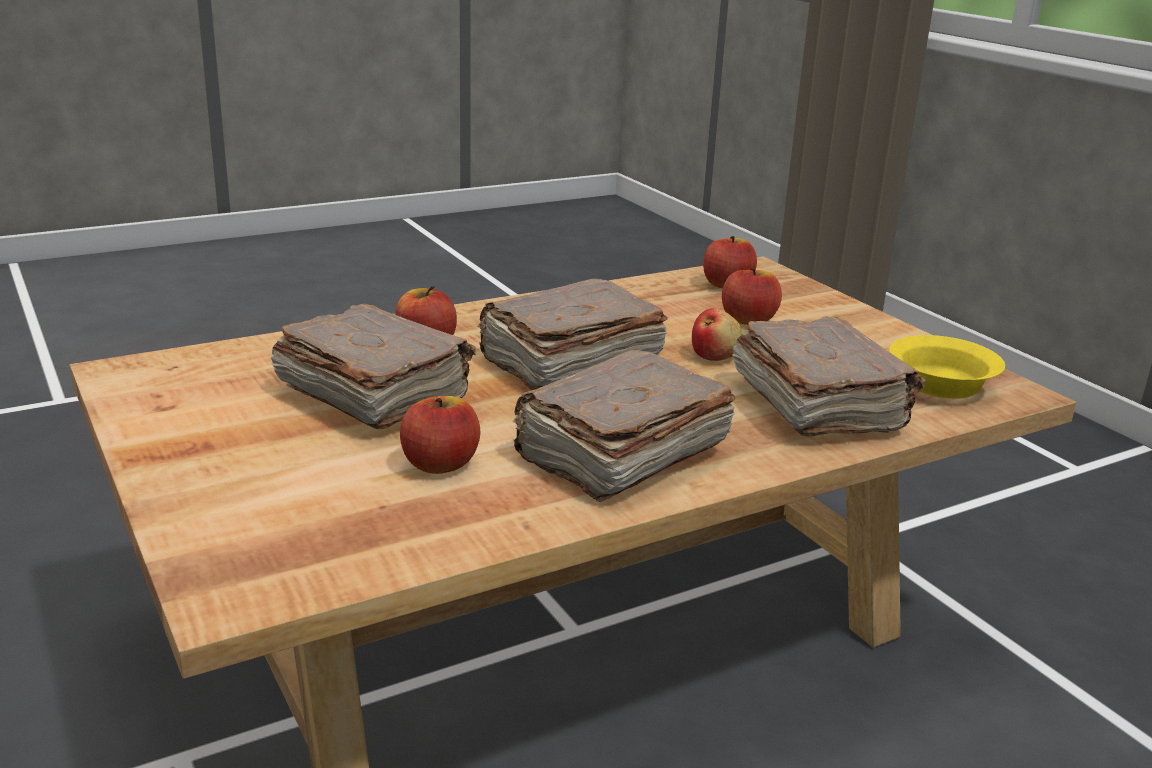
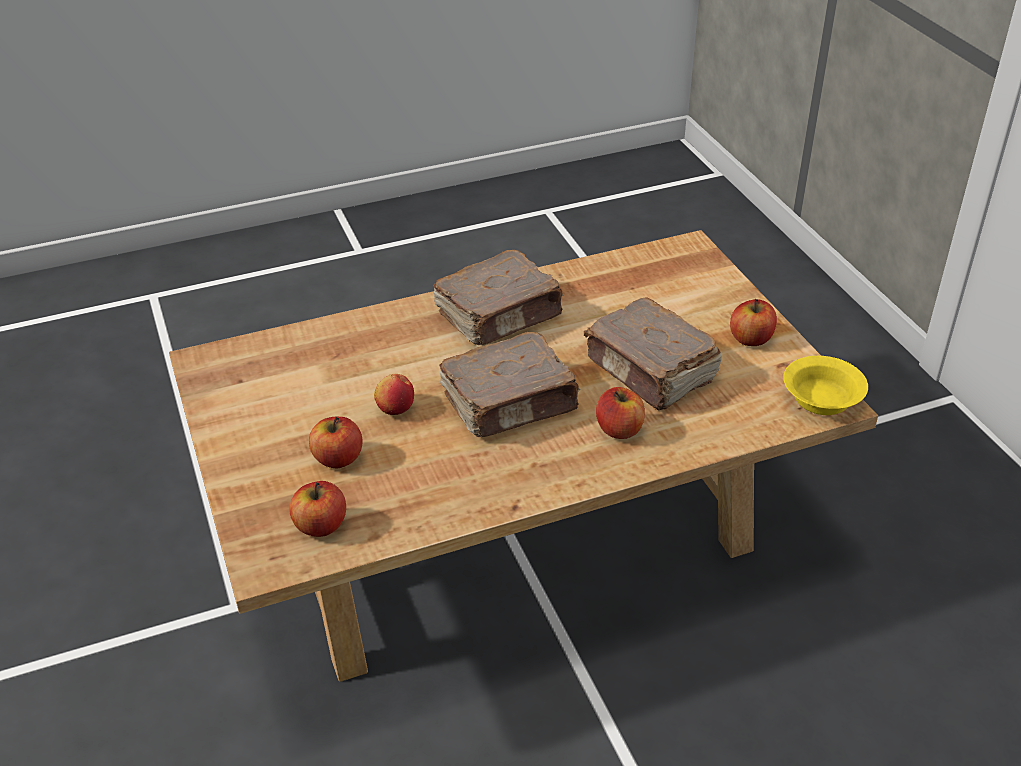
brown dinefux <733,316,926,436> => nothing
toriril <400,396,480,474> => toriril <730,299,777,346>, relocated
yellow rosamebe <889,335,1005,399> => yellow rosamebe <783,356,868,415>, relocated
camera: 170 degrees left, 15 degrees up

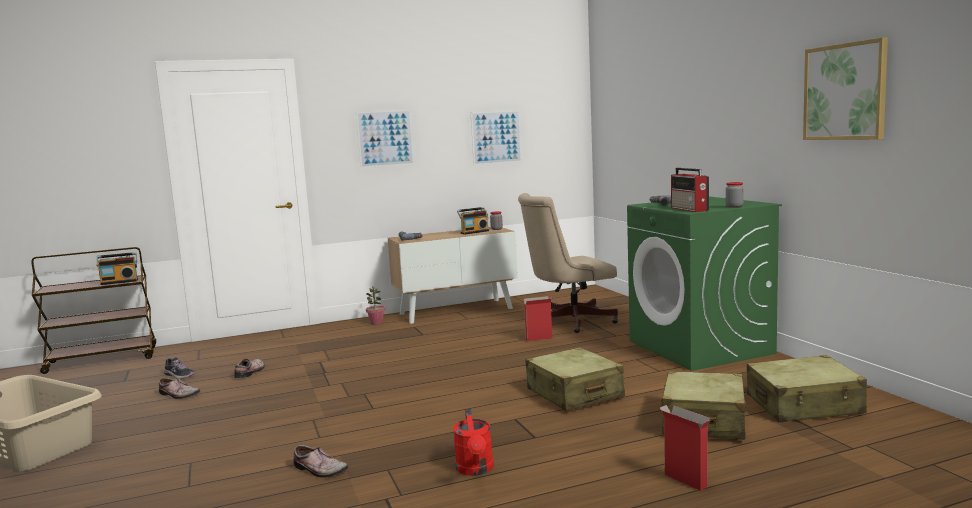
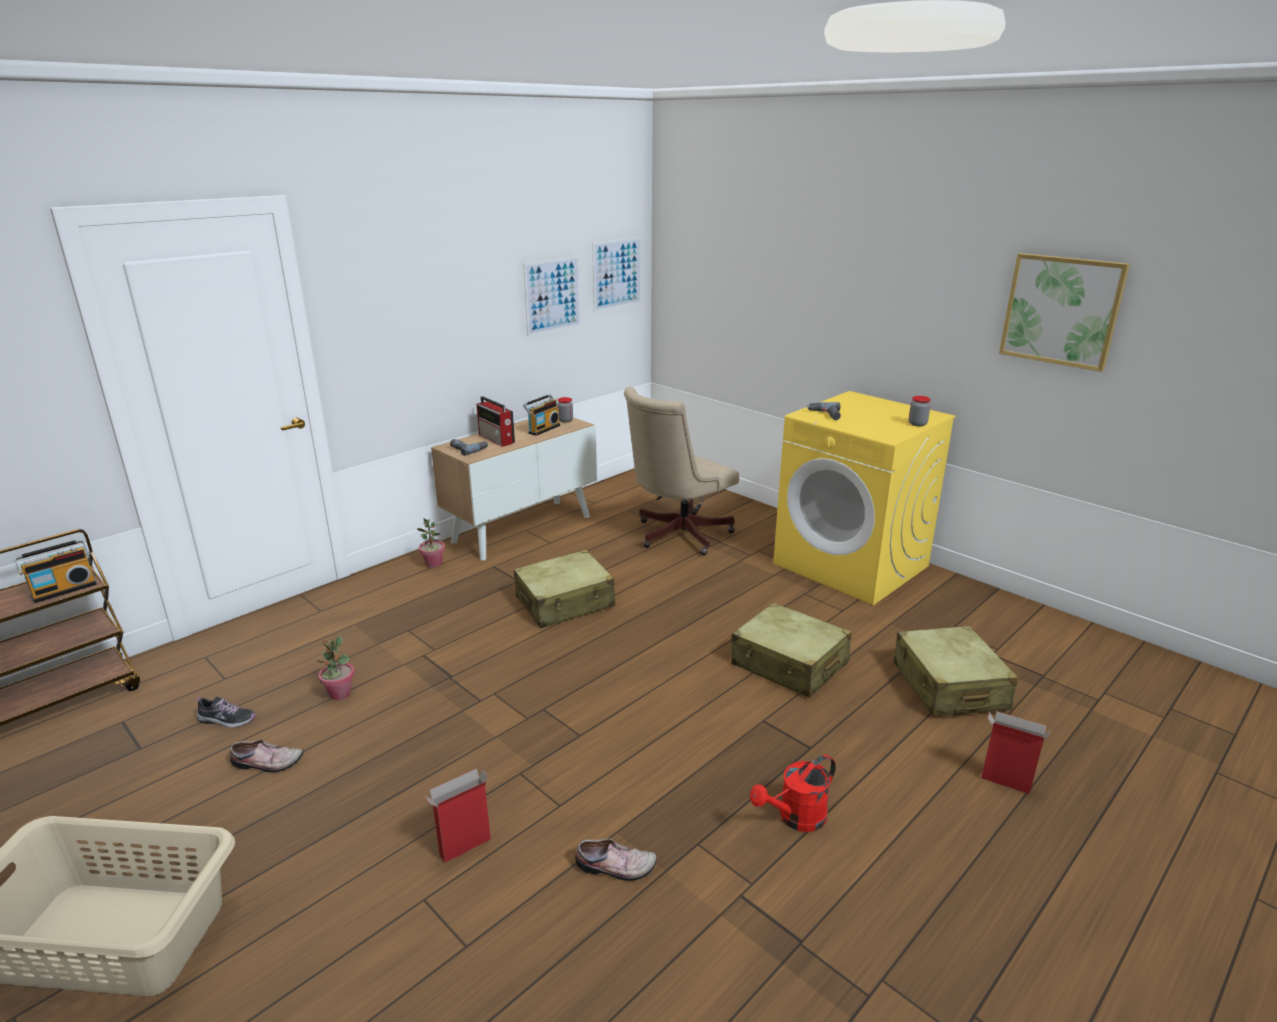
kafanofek <356,109,415,168> => kafanofek <592,237,641,312>, relocated
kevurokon <521,296,553,341> => kevurokon <425,768,491,863>, relocated
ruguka <671,168,709,212> => ruguka <476,396,515,447>, relocated
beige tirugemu <747,355,867,423> => beige tirugemu <514,549,615,628>, relocated
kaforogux <234,358,265,378> => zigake <317,636,355,700>
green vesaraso <627,197,782,371> => yellow vesaraso <773,391,956,605>
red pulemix <453,408,494,476> => red pulemix <750,755,836,832>, 90 degrees clockwise
camera: 25 degrees left, 15 degrees up

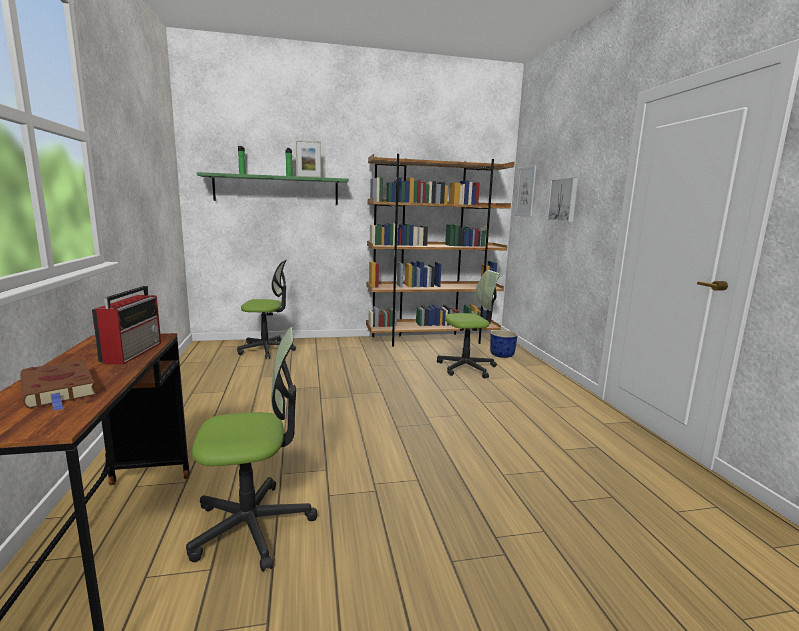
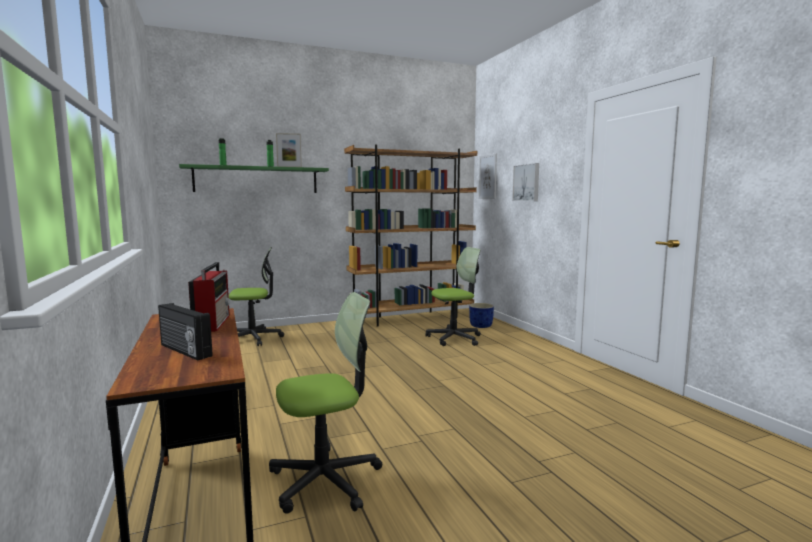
brown dinefux <20,359,96,411> => ruguka <158,303,213,360>
camera: 10 degrees left, 5 degrees down

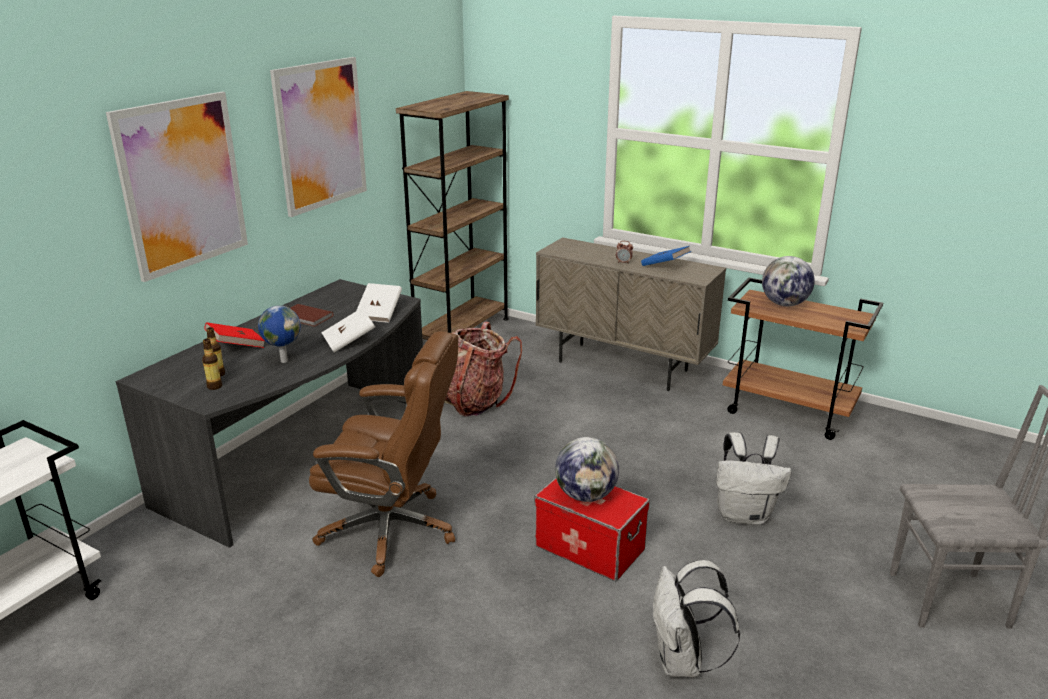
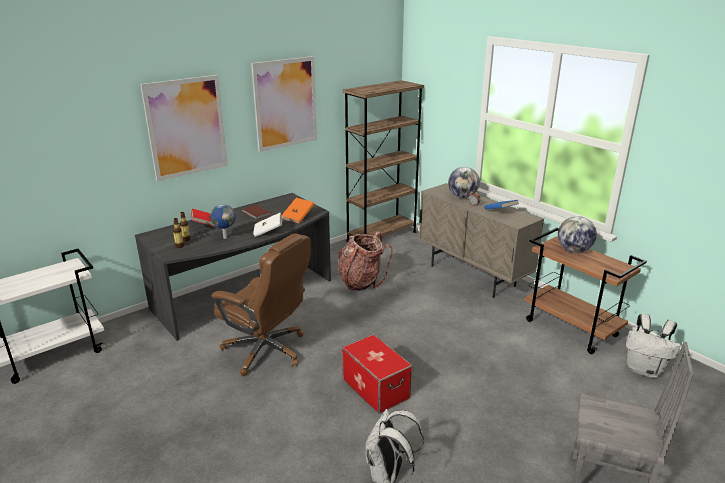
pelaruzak <555,437,619,502> => pelaruzak <448,167,480,198>, relocated
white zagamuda <716,432,791,525> => white zagamuda <626,314,680,378>, relocated
white dinefux <356,283,402,323> => orange dinefux <282,198,314,224>
camera: 20 degrees right, 0 degrees up

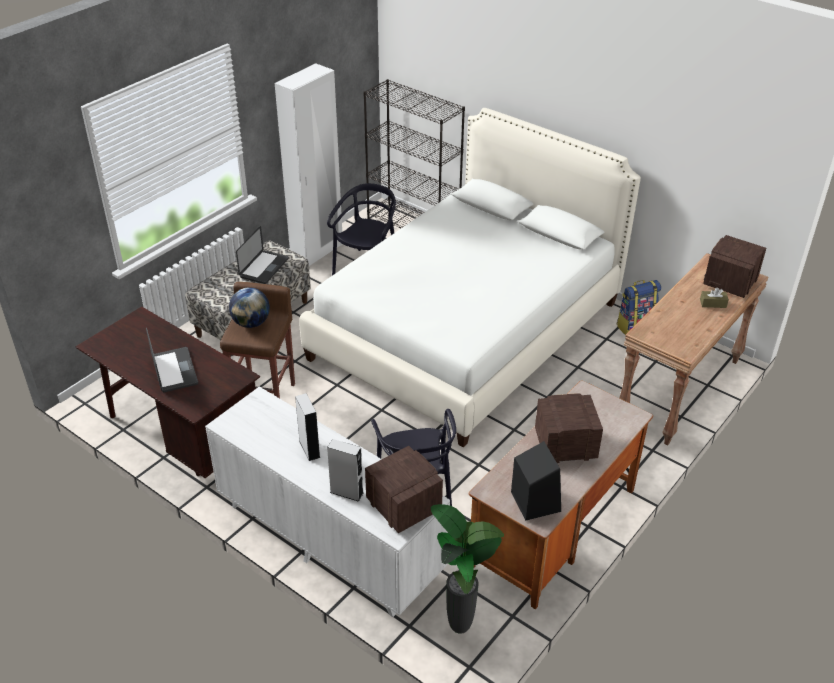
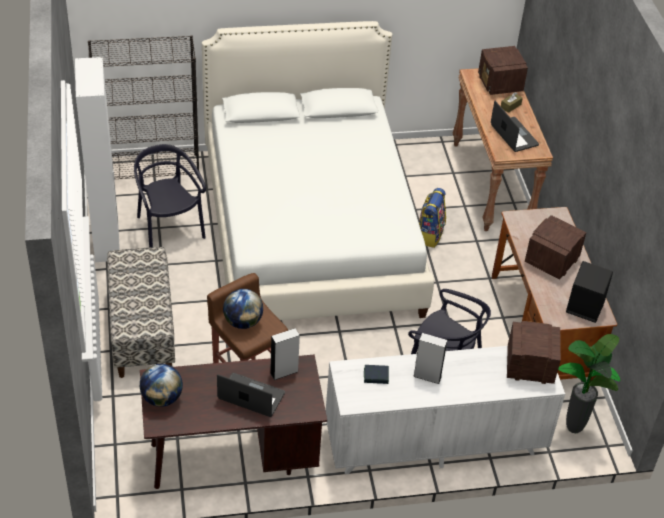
nothing => pelaruzak <140,364,183,407>
nothing => dinefux <364,365,389,384>
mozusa <236,226,289,284> => mozusa <491,101,539,152>, relocated
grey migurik <327,439,363,502> => grey migurik <270,328,300,380>, relocated
zagamuda <617,280,661,335> => zagamuda <419,188,446,248>, relocated
camera: 50 degrees left, 5 degrees up

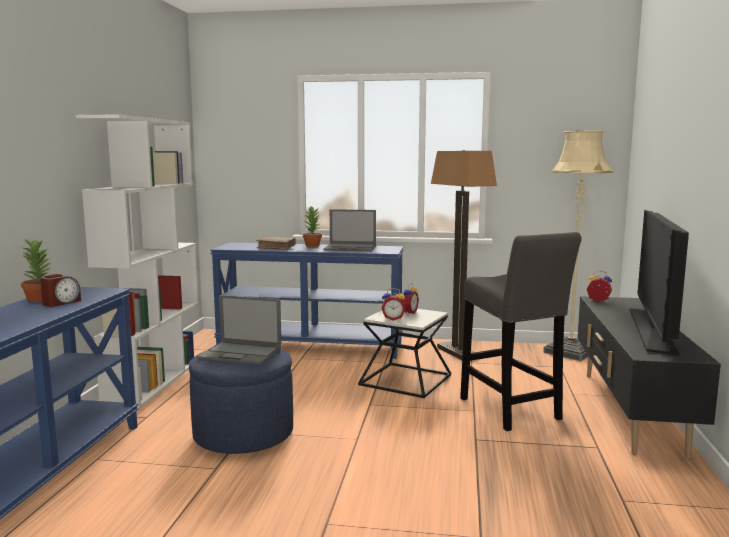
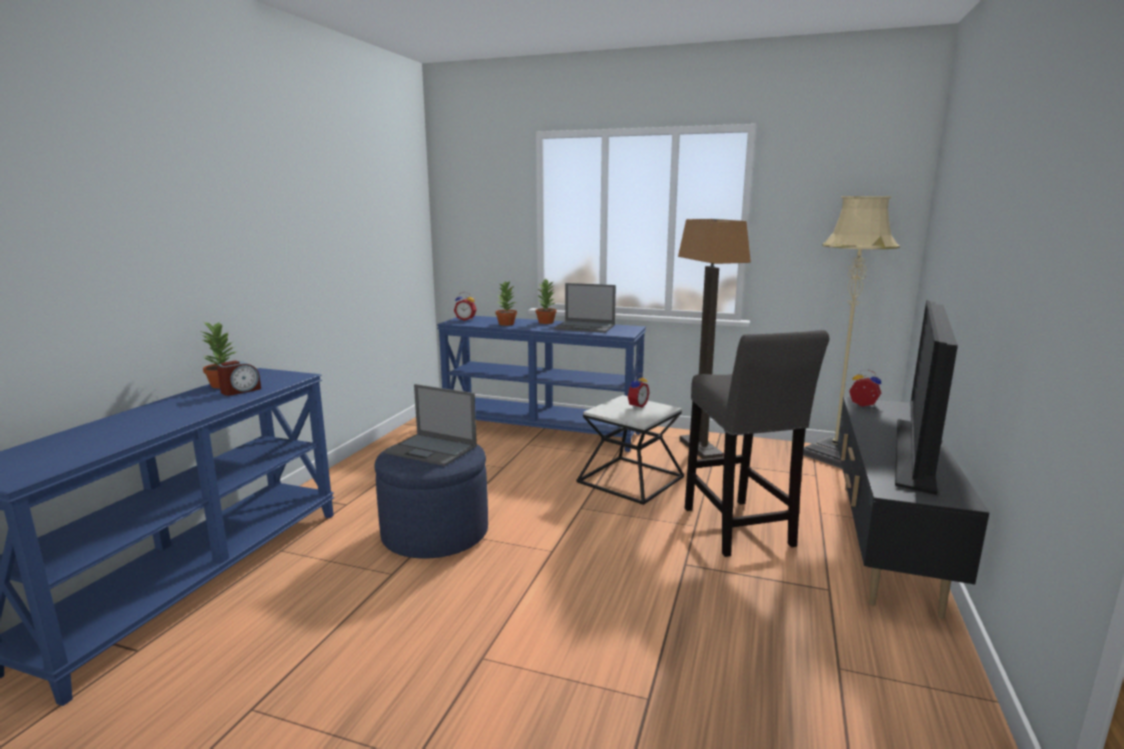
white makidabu <76,114,199,409> => nothing
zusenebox <381,288,406,321> => zusenebox <454,292,477,321>, relocated
brown dinefux <256,237,296,250> => zigake <496,281,517,326>
camera: 10 degrees right, 5 degrees up

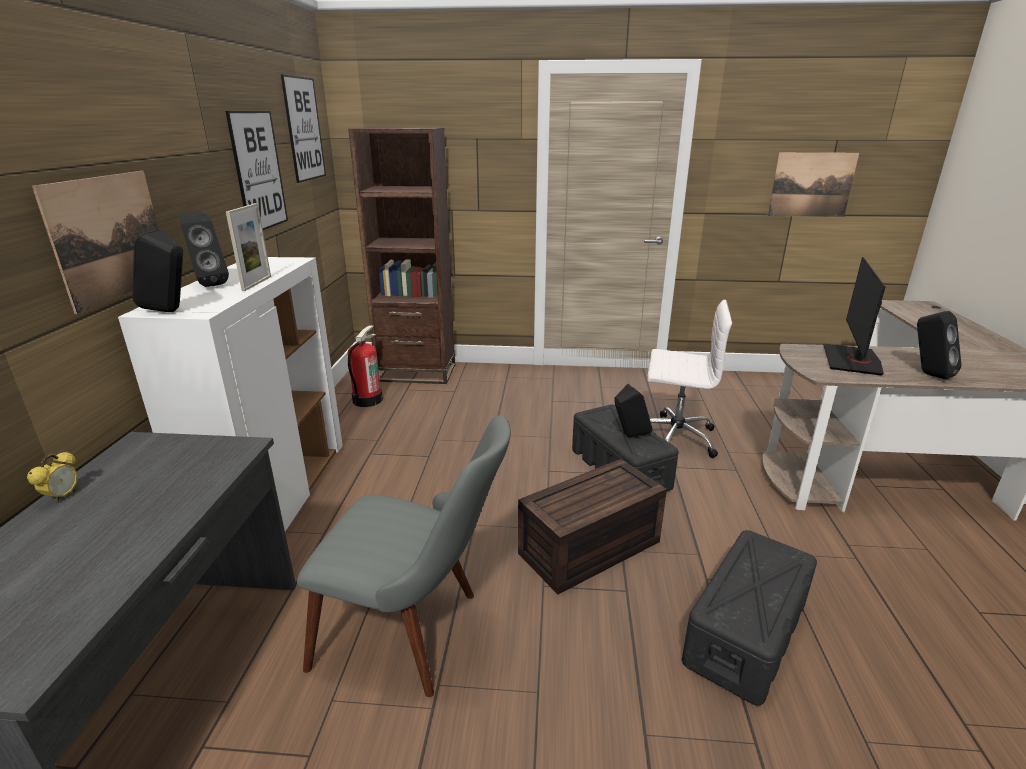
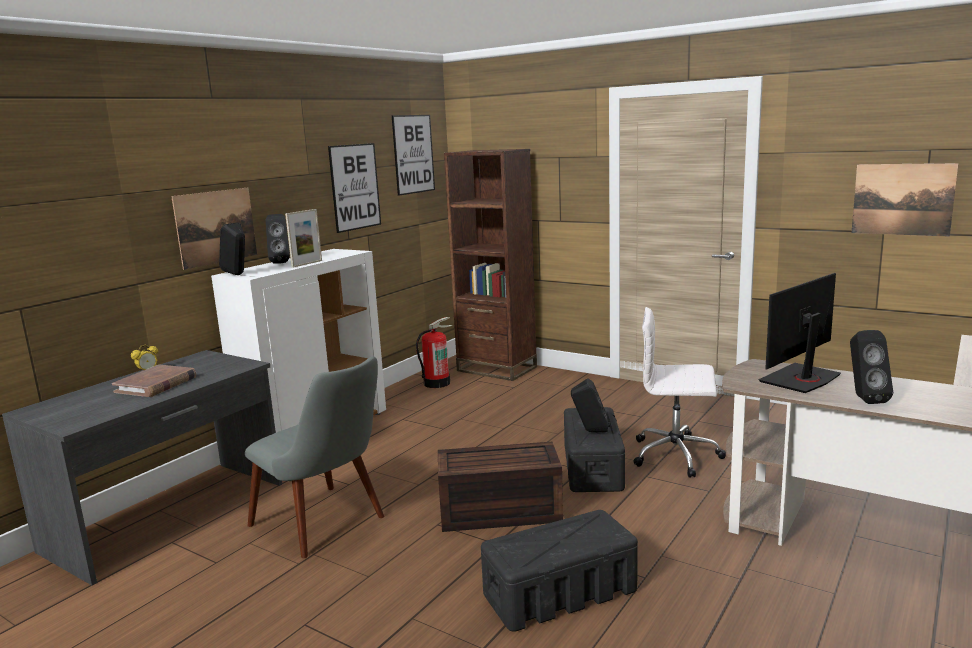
nothing => brown dinefux <112,365,196,397>
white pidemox <647,300,732,458> => white pidemox <634,307,726,478>, 150 degrees clockwise
camera: 30 degrees right, 10 degrees down

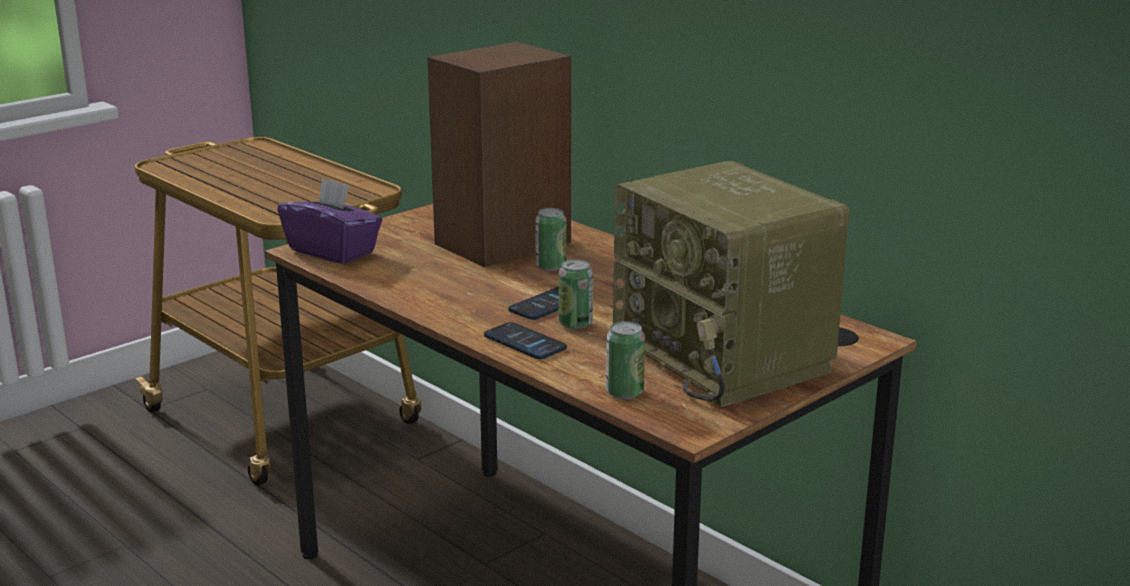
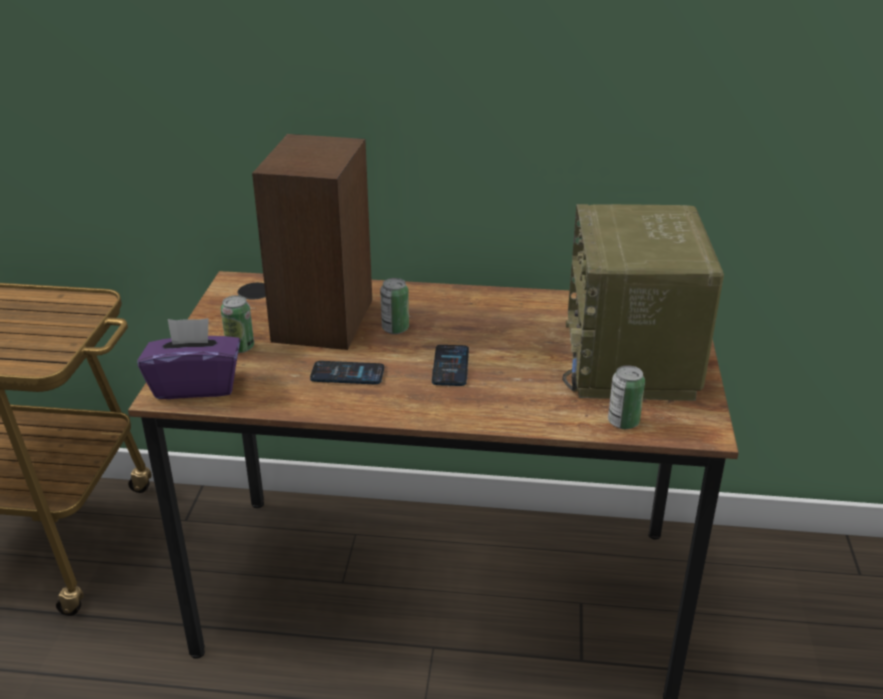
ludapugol <484,322,567,359> => ludapugol <310,361,384,384>, relocated
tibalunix <559,259,593,329> => tibalunix <221,295,254,353>, relocated
ruguka <613,161,850,407> => ruguka <562,204,724,401>, 75 degrees clockwise
camera: 40 degrees left, 10 degrees up

